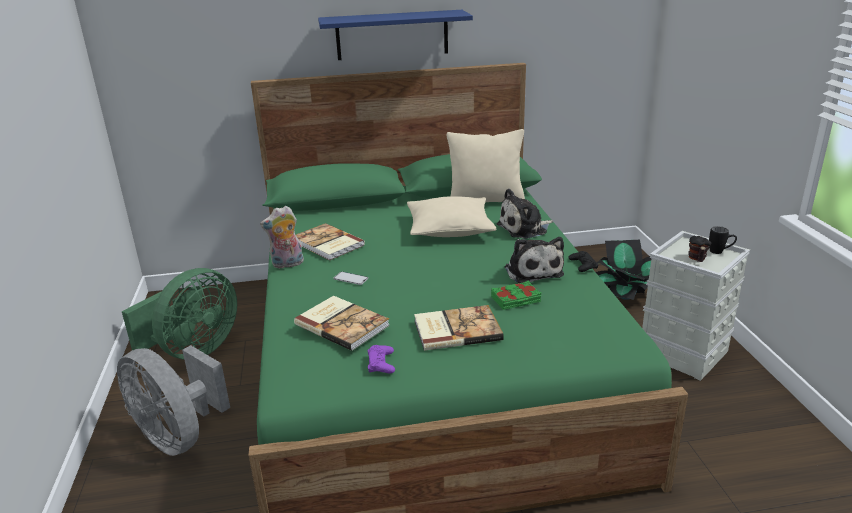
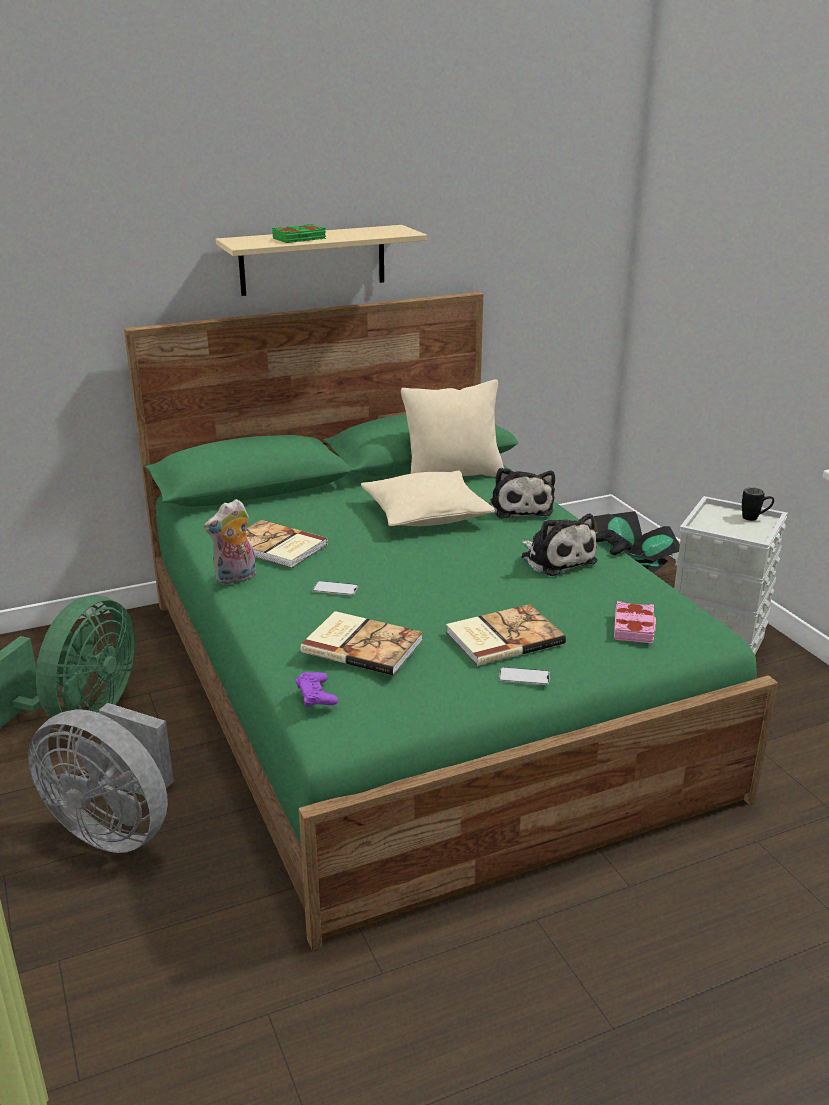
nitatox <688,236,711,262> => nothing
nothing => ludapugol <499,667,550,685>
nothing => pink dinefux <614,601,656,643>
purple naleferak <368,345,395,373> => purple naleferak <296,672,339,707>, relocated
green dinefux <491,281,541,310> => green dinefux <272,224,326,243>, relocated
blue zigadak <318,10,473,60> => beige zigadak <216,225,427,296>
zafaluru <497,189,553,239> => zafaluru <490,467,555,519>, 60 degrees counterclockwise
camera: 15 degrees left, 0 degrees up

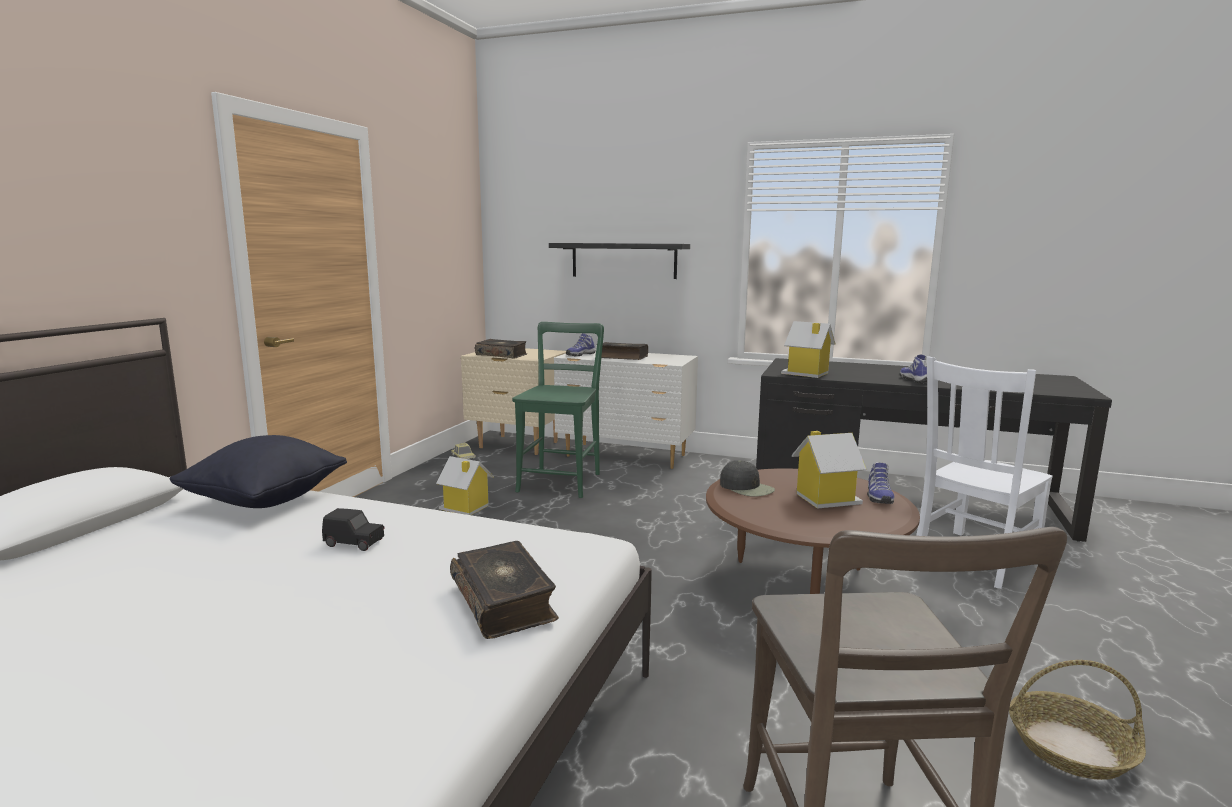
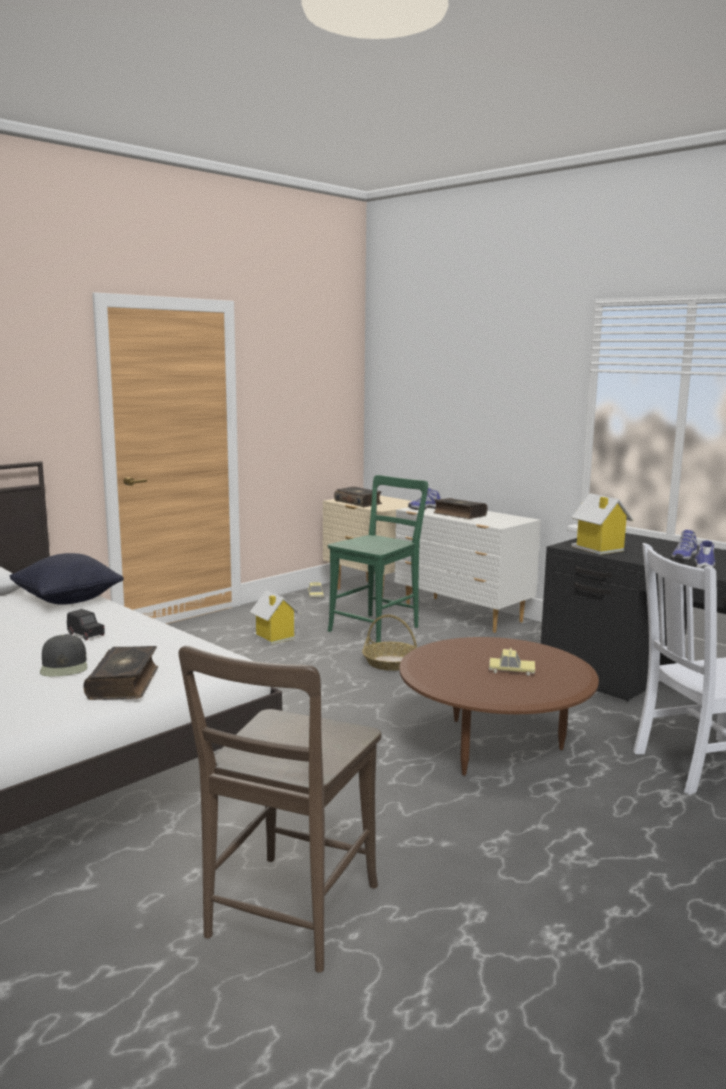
black zigadak <549,243,690,279> => nothing
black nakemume <720,460,775,497> => black nakemume <40,634,87,676>, relocated
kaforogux <867,462,895,504> => kaforogux <671,530,697,562>, relocated
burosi <1009,660,1146,780> => burosi <362,615,417,671>, relocated
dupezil <792,431,867,509> => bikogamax <489,648,535,676>
camera: 25 degrees right, 0 degrees up

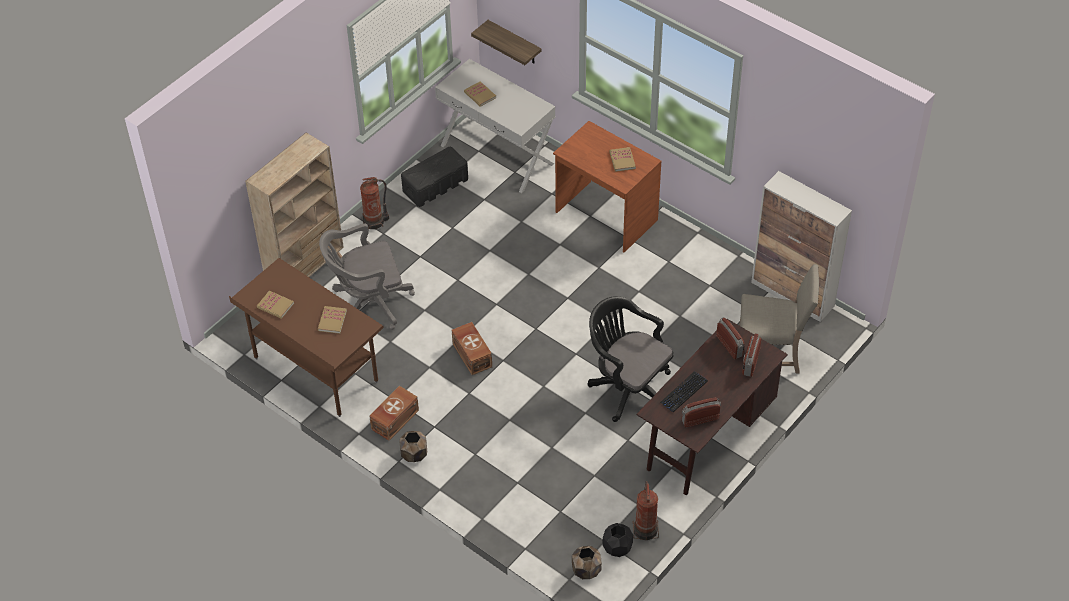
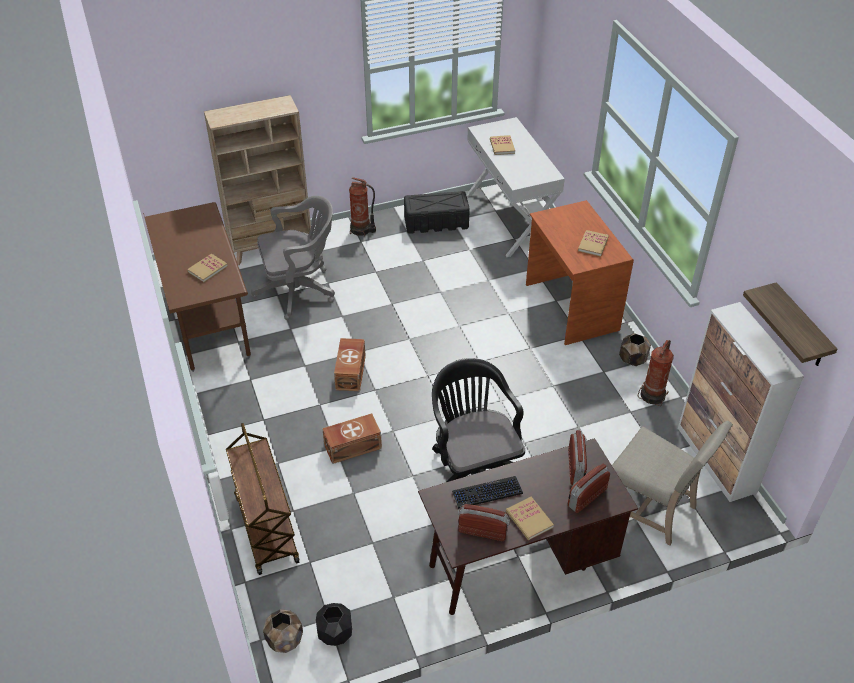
nothing => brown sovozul <226,423,299,575>
dinefux <257,291,294,319> => dinefux <506,496,554,540>, relocated
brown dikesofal <370,386,419,441> => brown dikesofal <322,413,382,464>, relocated
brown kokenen <399,431,427,462> => brown kokenen <619,333,651,366>, relocated
zigadak <471,20,541,65> => zigadak <743,282,838,366>, relocated
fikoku <633,481,659,540> => fikoku <638,340,674,406>, relocated
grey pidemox <319,224,415,330> => grey pidemox <251,196,335,320>, 150 degrees clockwise
camera: 30 degrees right, 5 degrees down

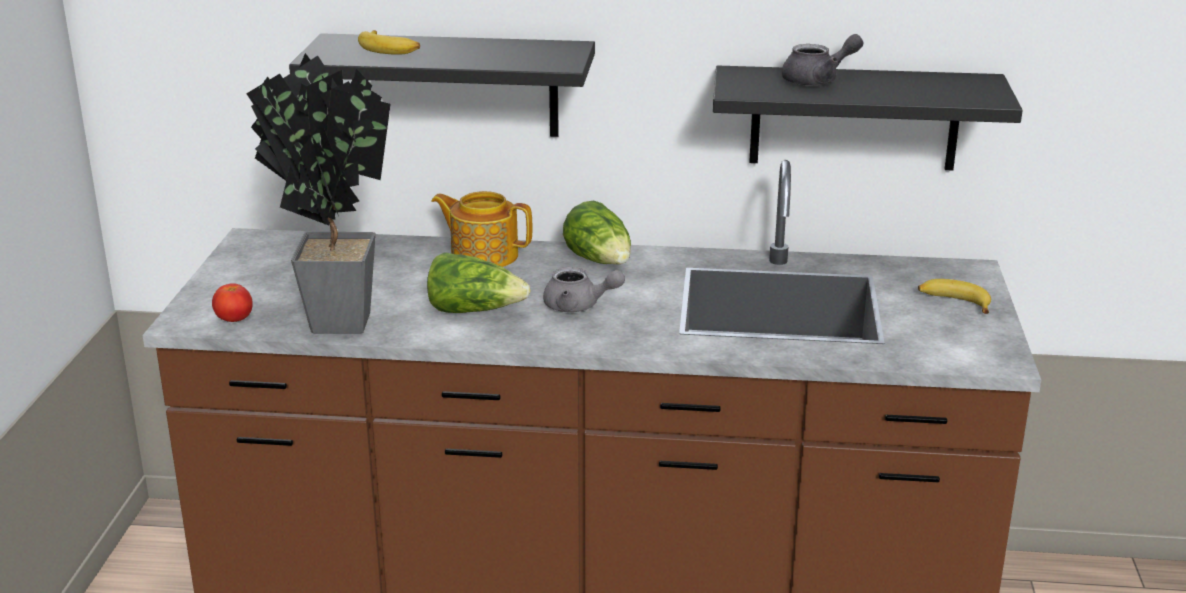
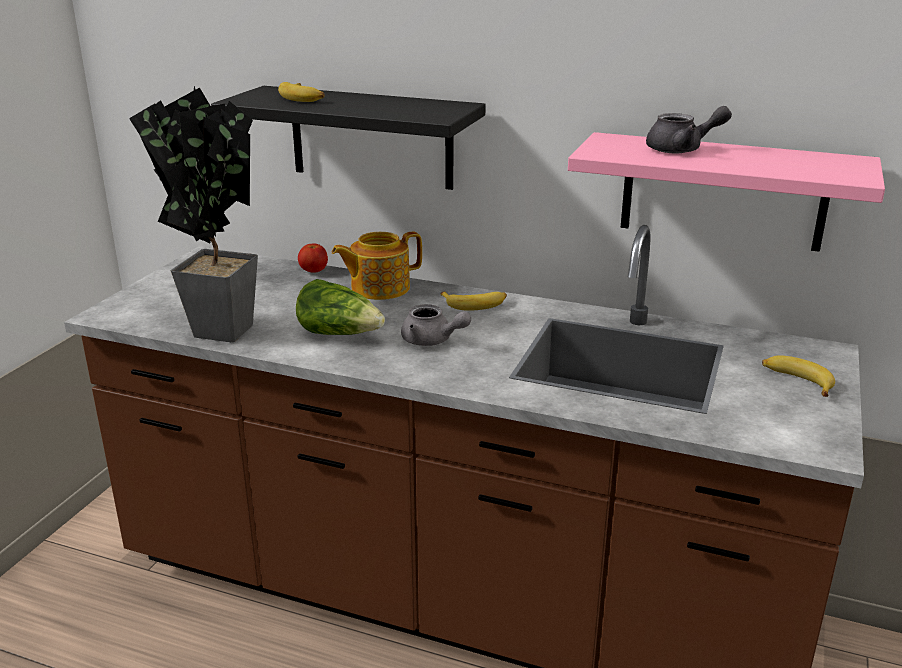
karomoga <212,283,253,322> => karomoga <298,243,328,273>, relocated
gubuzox <563,201,631,264> => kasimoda <440,291,507,311>
black zigadak <713,65,1023,170> => pink zigadak <568,132,885,252>
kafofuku <431,191,532,267> => kafofuku <332,232,422,300>, 60 degrees counterclockwise
camera: 15 degrees right, 0 degrees up

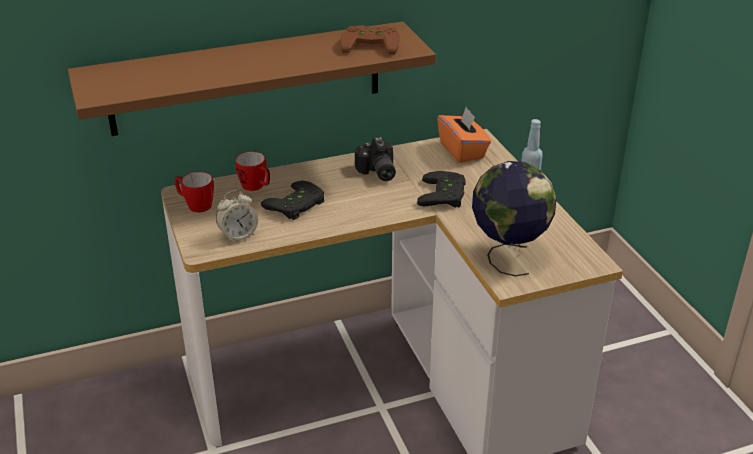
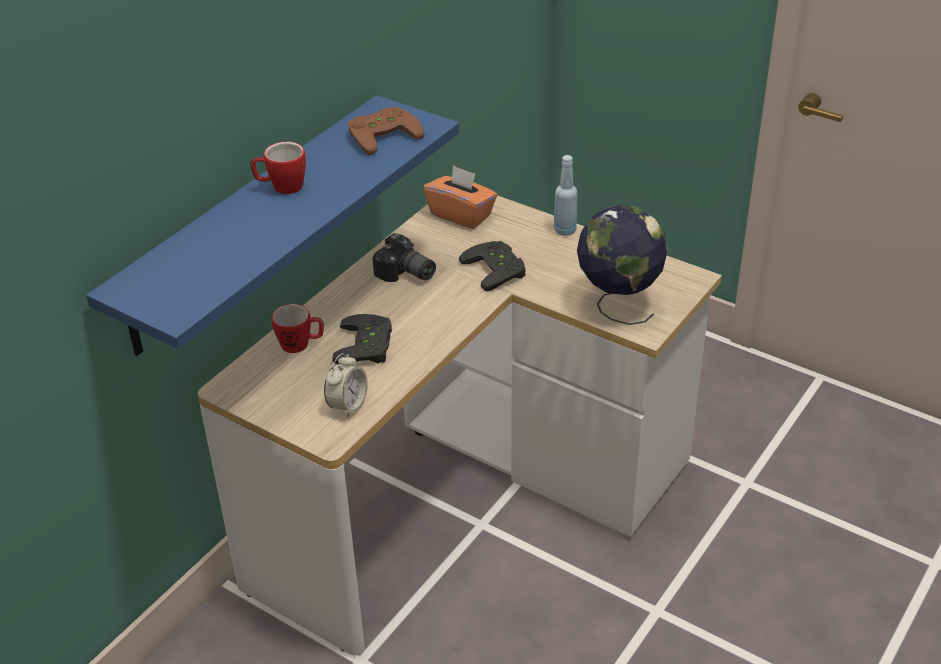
nitatox <175,172,214,213> => nitatox <250,142,306,194>, relocated
brown zigadak <68,22,436,136> => blue zigadak <86,95,459,356>
camera: 35 degrees left, 5 degrees up

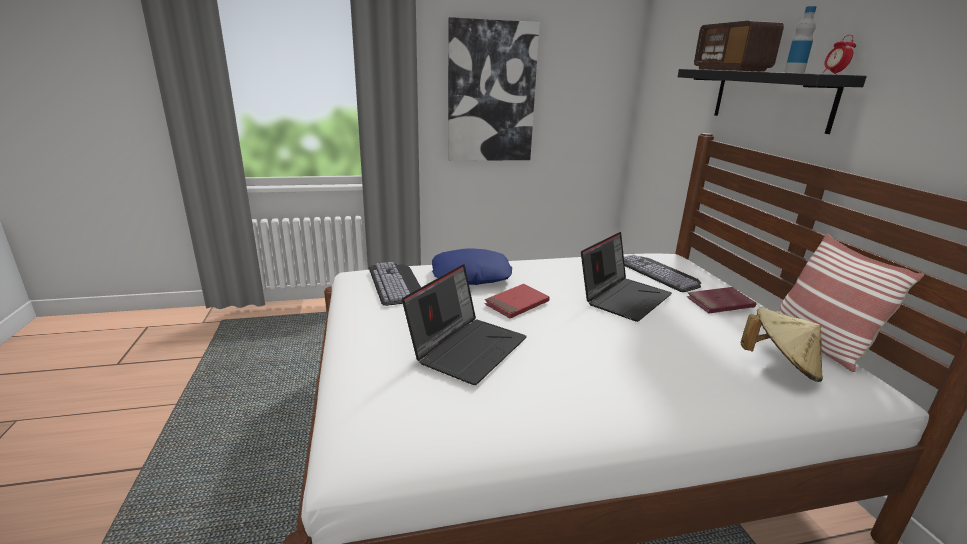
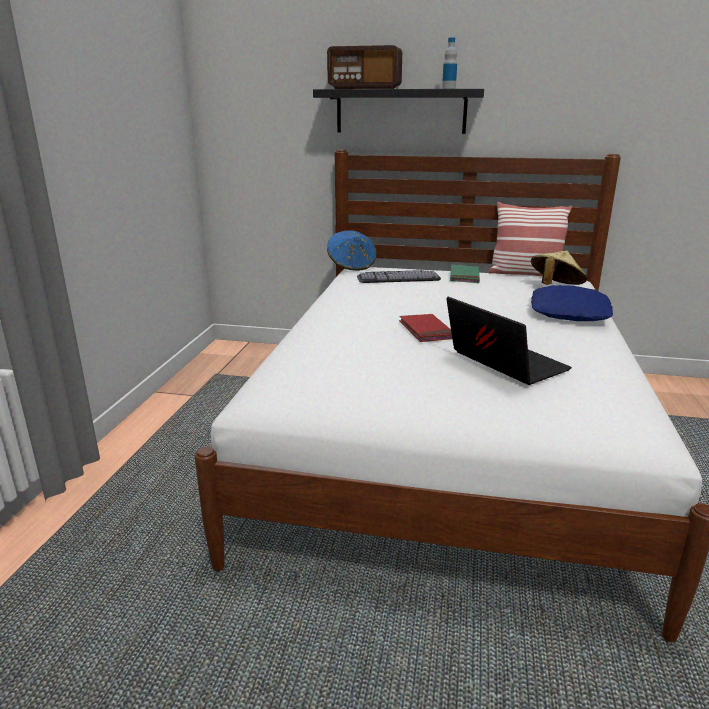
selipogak <369,262,421,306> => nothing
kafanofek <448,17,540,161> => nothing
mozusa <581,232,672,322> => nothing
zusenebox <823,35,856,74> => nothing
nothing => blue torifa <327,230,377,271>
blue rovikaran <432,249,512,285> => blue rovikaran <531,285,613,321>, relocated
red dinefux <687,287,757,313> => green dinefux <450,265,480,283>
camera: 65 degrees left, 0 degrees up

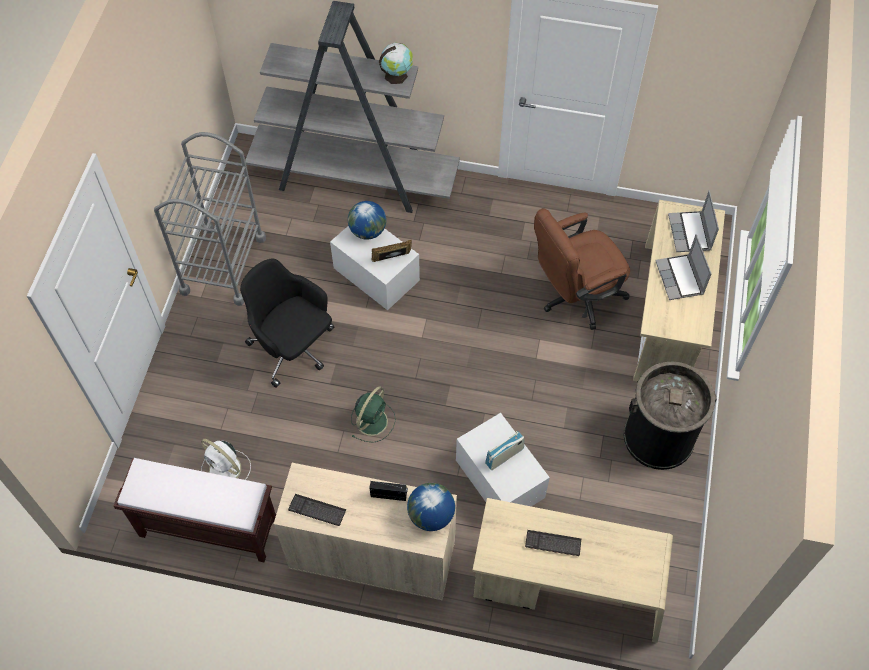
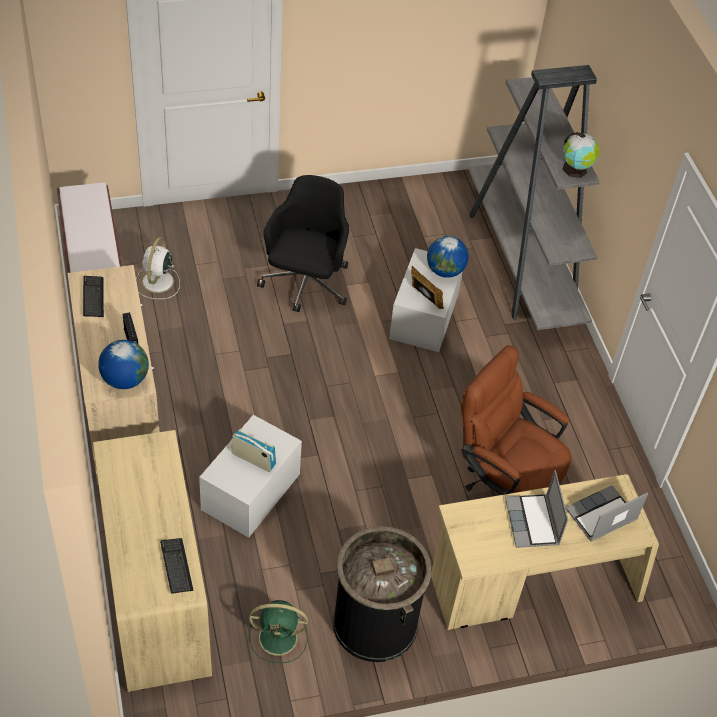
grey sovozul <154,132,266,306> => nothing
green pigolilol <351,386,396,443> => green pigolilol <249,600,308,663>, relocated
selipogak <525,530,581,556> => selipogak <160,538,194,594>, relocated
mozusa <655,234,711,300> => mozusa <505,470,568,548>, 60 degrees counterclockwise
camera: 60 degrees right, 10 degrees down

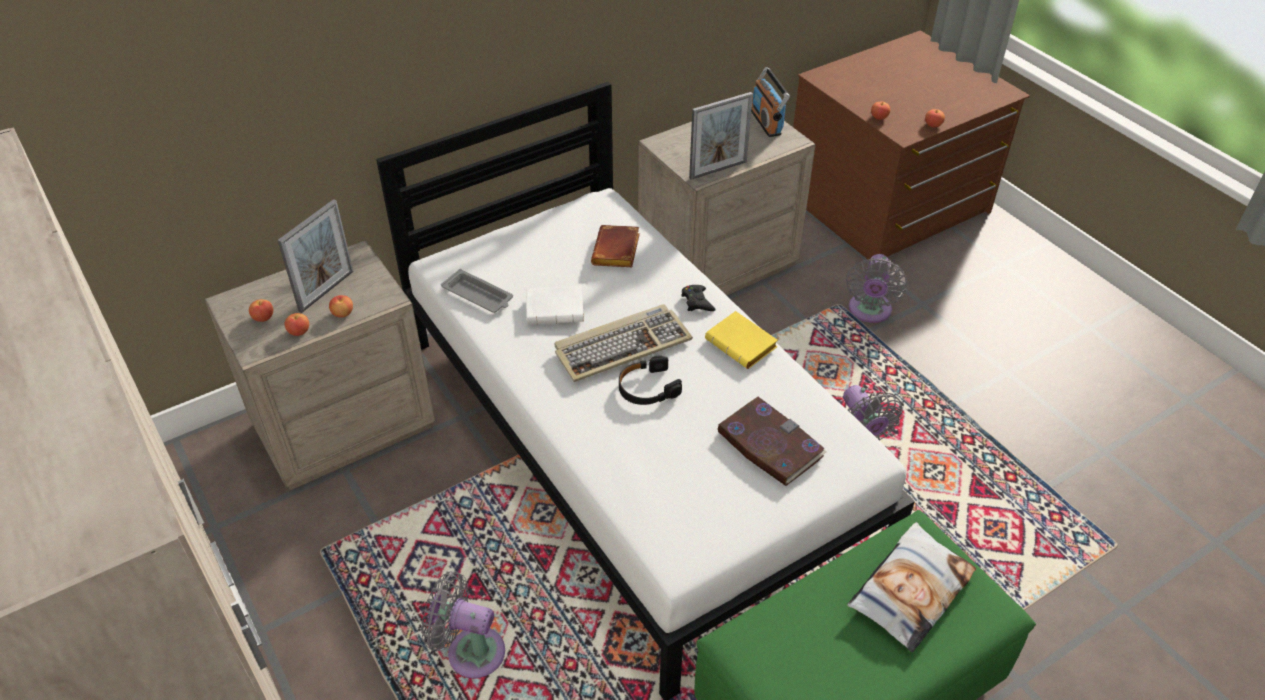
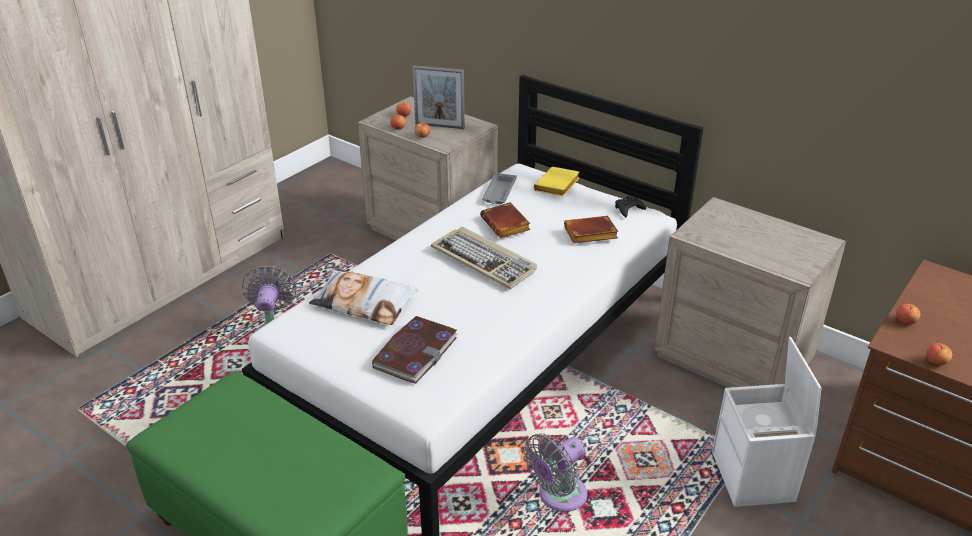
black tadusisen <619,355,682,405> => nothing
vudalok <689,92,753,180> => nothing
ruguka <751,67,790,137> => nothing
black naleferak <681,285,716,311> => black naleferak <615,196,646,217>, relocated
yellow dinefux <705,311,778,369> => yellow dinefux <534,167,580,196>, relocated
rovikaran <847,522,976,652> => rovikaran <309,269,418,325>, relocated
grey pigolilol <846,254,907,323> => white dikesofal <712,337,821,507>
white dinefux <526,285,584,325> => brown dinefux <480,202,531,239>
camera: 70 degrees right, 10 degrees down

